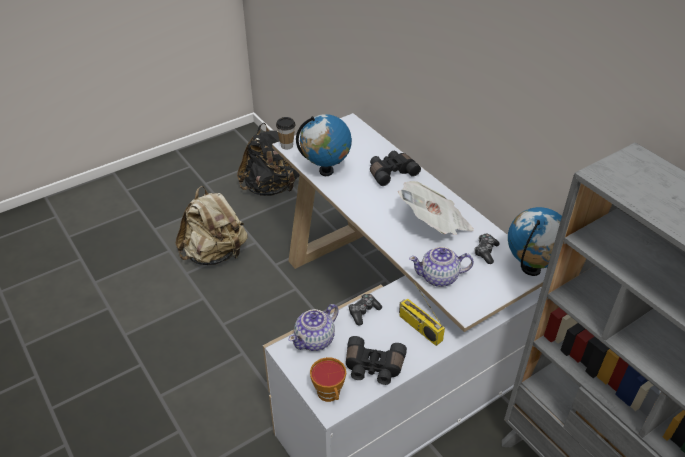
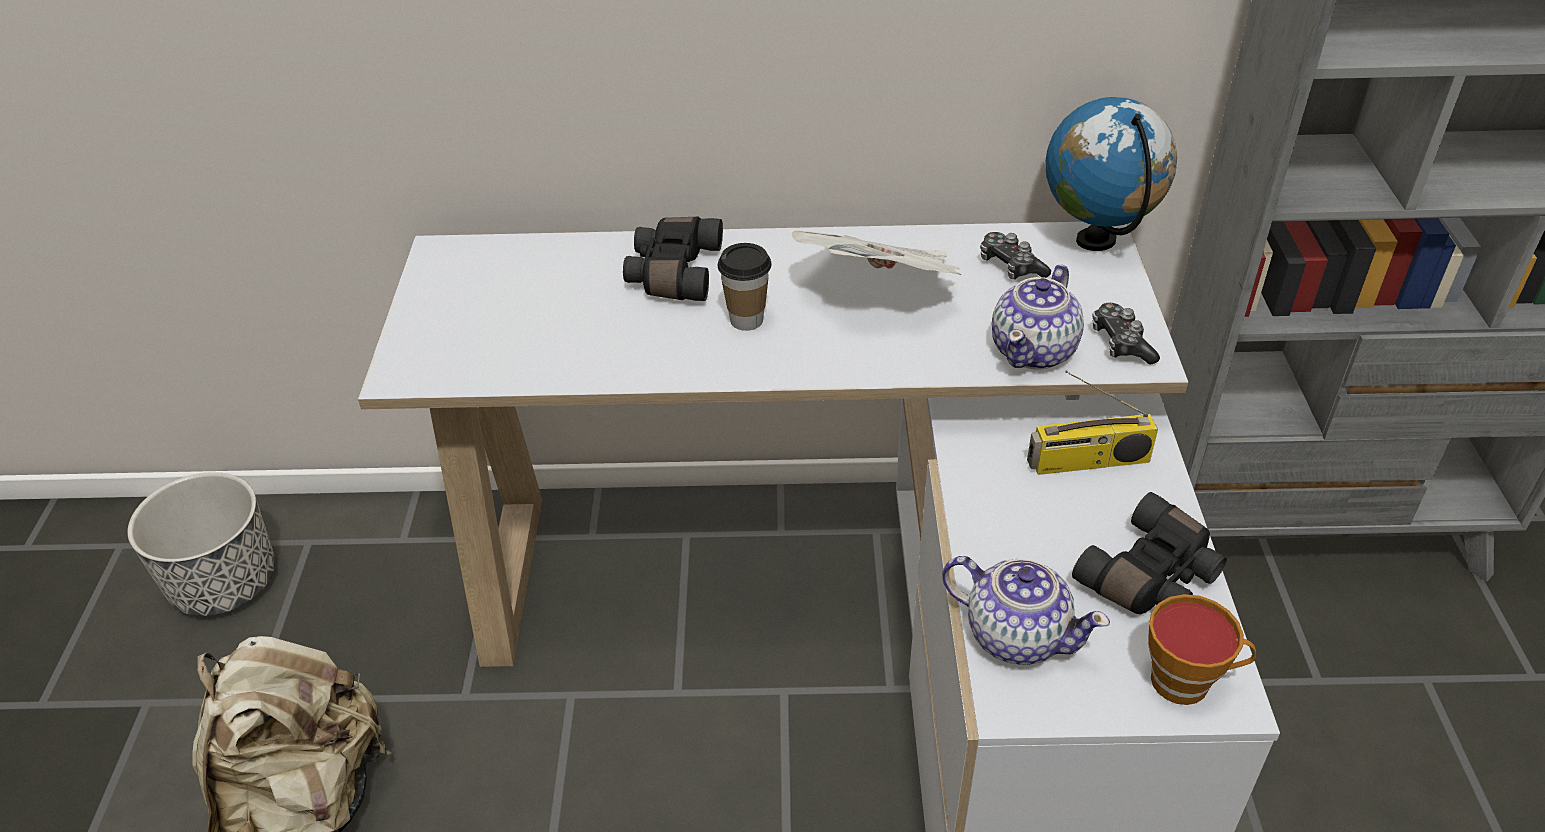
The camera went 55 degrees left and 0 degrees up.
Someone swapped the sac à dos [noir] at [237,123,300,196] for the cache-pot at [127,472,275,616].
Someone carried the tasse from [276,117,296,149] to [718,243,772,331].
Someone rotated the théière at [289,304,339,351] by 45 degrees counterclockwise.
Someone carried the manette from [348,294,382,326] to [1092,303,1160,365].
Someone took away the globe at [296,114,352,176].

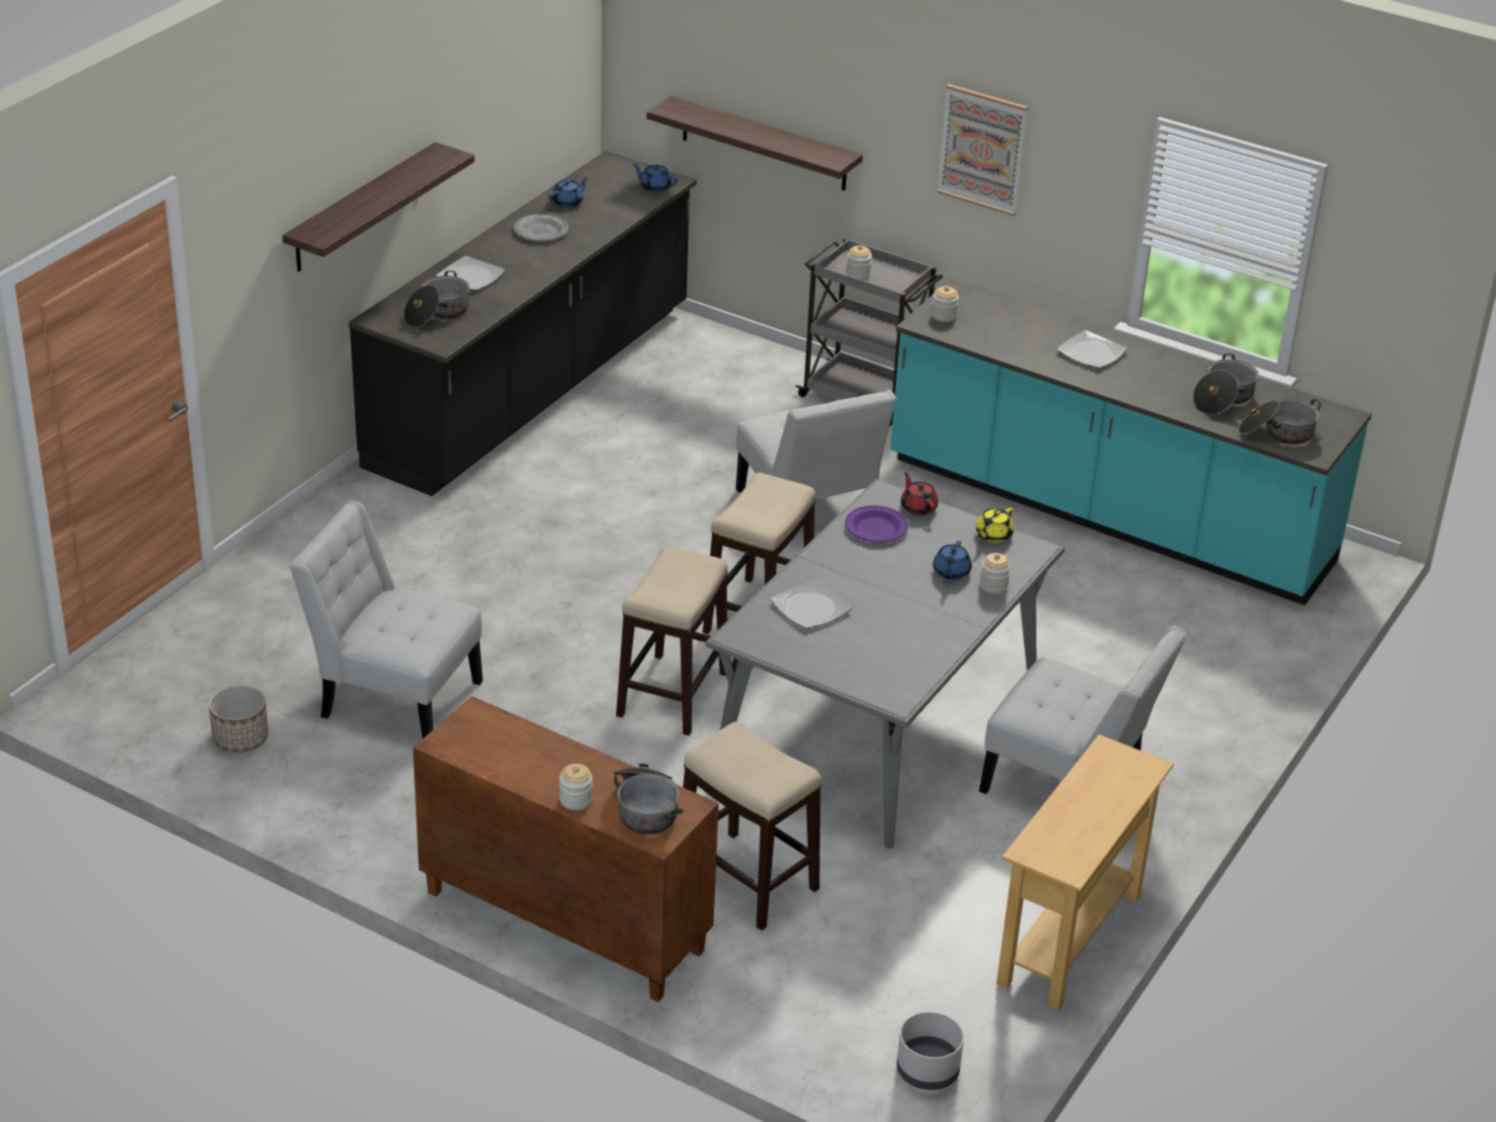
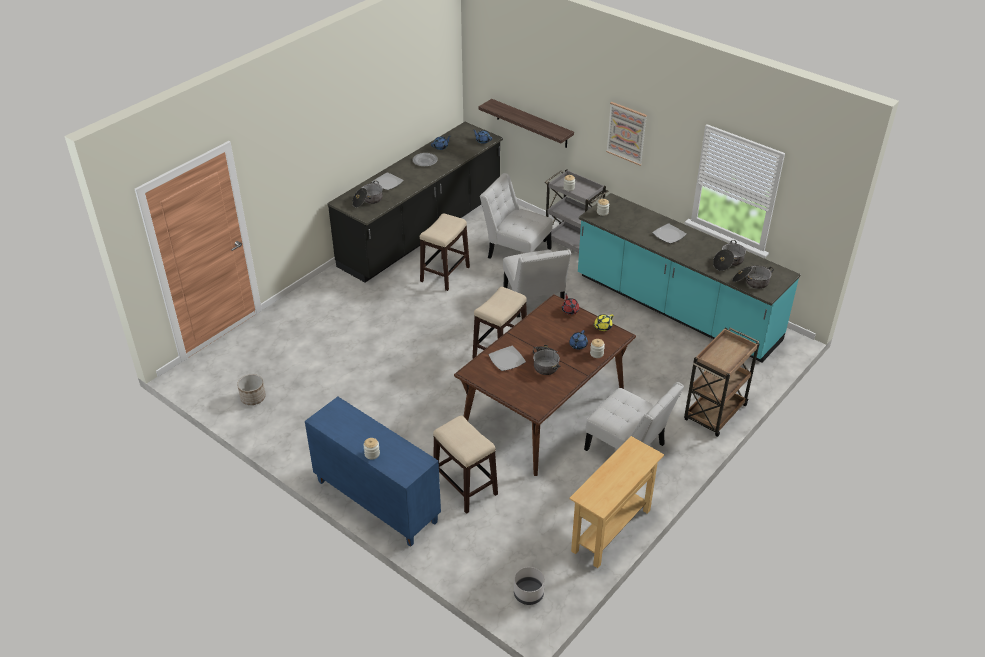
The camera went 10 degrees right and 5 degrees up.
Someone repainted the meuble de rangement [marron] at [413,696,719,1002], which became the meuble de rangement [bleu] at [305,397,441,547].
Someone carried the tabouret from [616,547,728,736] to [420,213,470,291].
Someone repainted the table à manger [gris] at [705,479,1065,849], which became the table à manger [marron] at [454,294,636,476].
Someone carried the chaise [blanc] from [289,501,483,738] to [480,173,553,259].
Someone carried the marmite from [613,763,683,834] to [533,345,561,375].
Someone put down the chariot [marron] at [684,328,759,437].
Someone took away the étagère at [282,142,475,272].
Someone took away the assiette [violet] at [845,506,908,543].

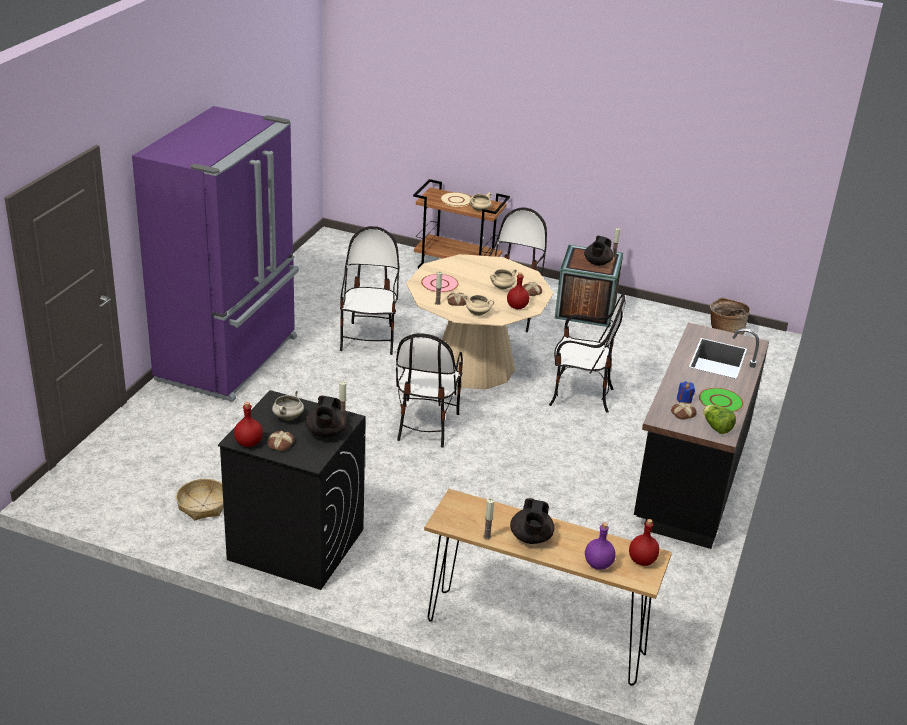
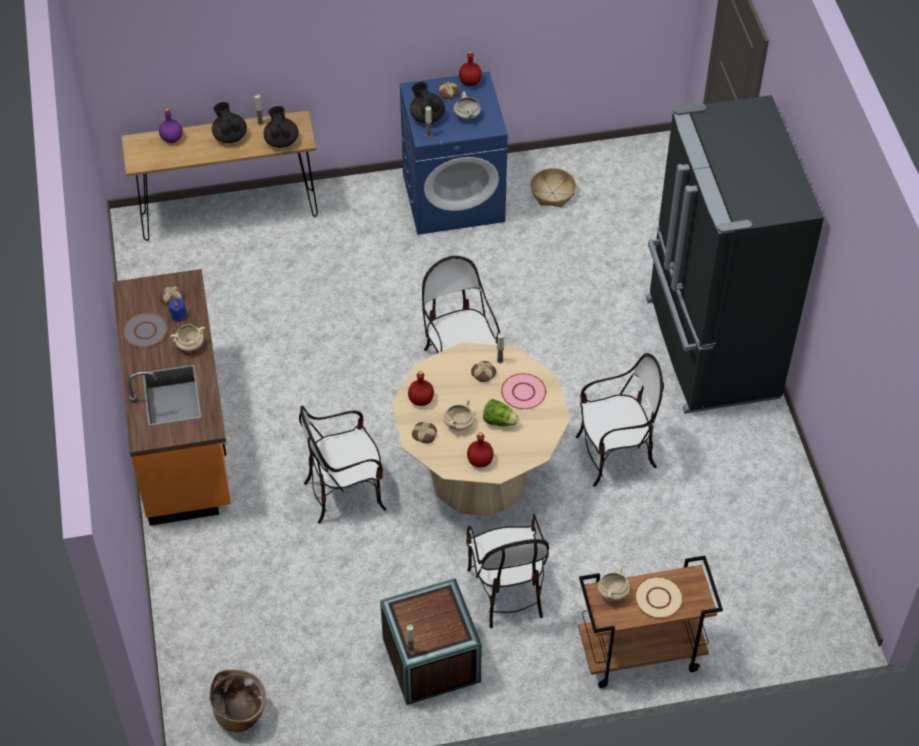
The camera went 150 degrees right and 20 degrees up.
Someone repainted the comptoir de cuisine [noir] at [634,322,769,549], which became the comptoir de cuisine [orange] at [113,269,231,526].
Someone repainted the assiette [vert] at [699,388,743,412], which became the assiette [gris] at [123,313,168,347].
Someone carried the marmite [beige] from [464,294,494,316] to [170,324,205,351].
Someone carried the théière [noir] from [584,236,613,266] to [264,106,299,148].
Someone repainted the lave-linge [noir] at [218,390,366,590], which became the lave-linge [bleu] at [399,72,508,235].
Someone carried the bouteille [rouge] from [629,519,659,566] to [467,432,494,467].
Someone carried the laitue from [703,405,736,434] to [483,399,519,426].
Someone rotated the chaise at [340,226,399,355] by 75 degrees counterclockwise.
Someone repainted the réfrigérateur [violet] at [132,106,299,402], which became the réfrigérateur [noir] at [646,95,824,414].

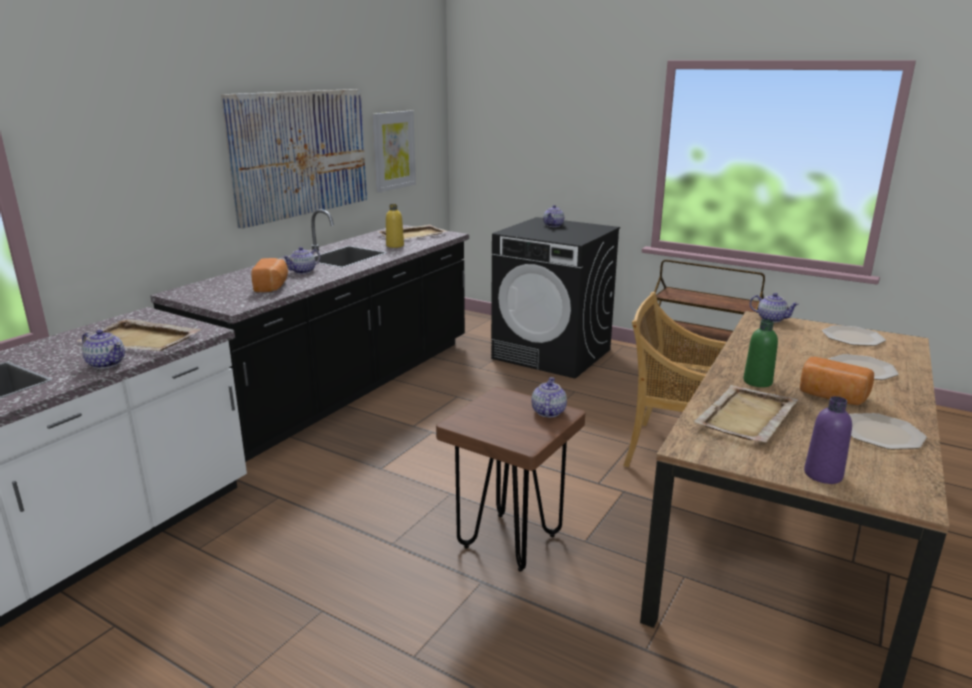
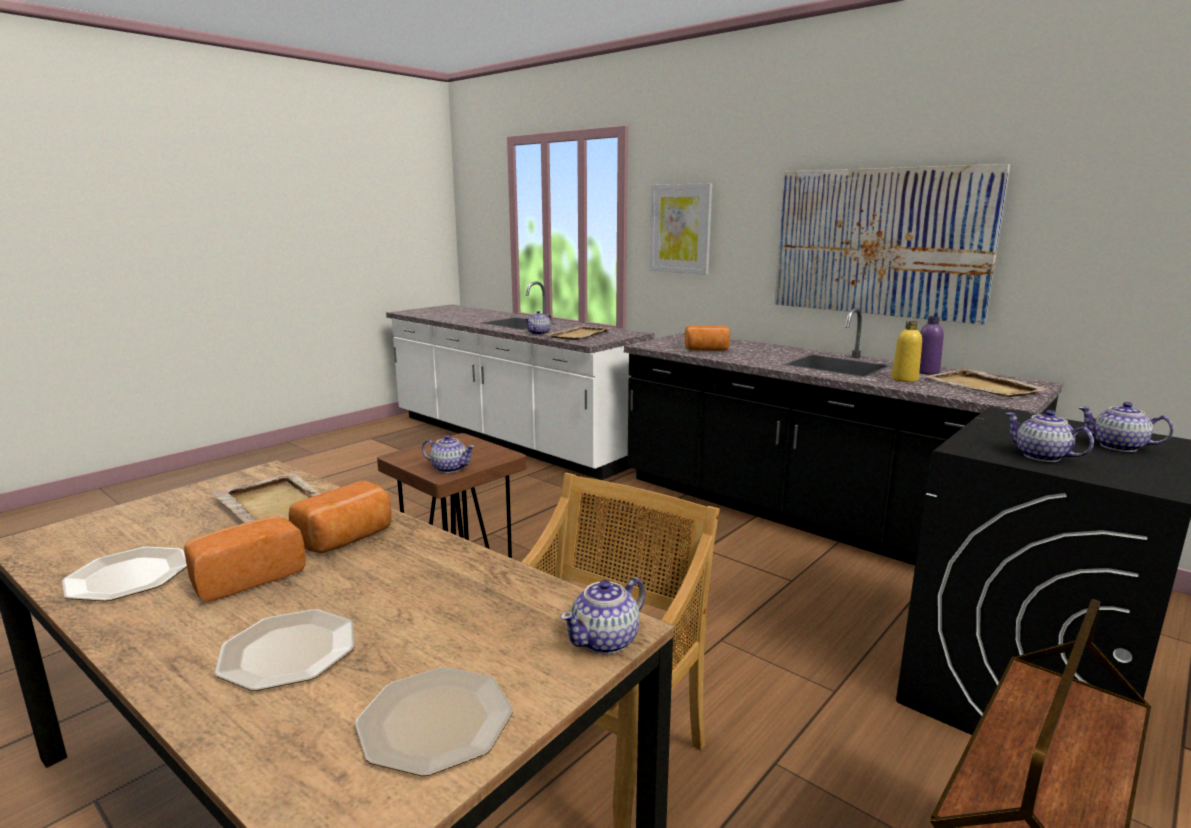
The camera went 100 degrees right and 5 degrees down.
Someone swapped the bouteille [vert] at [743,319,778,387] for the pain at [289,480,391,554].
Someone carried the tableau from [372,111,416,193] to [650,183,712,275].
Someone carried the bouteille [violet] from [804,396,852,484] to [919,316,944,375].
Someone carried the théière from [283,247,320,274] to [1005,410,1094,462].

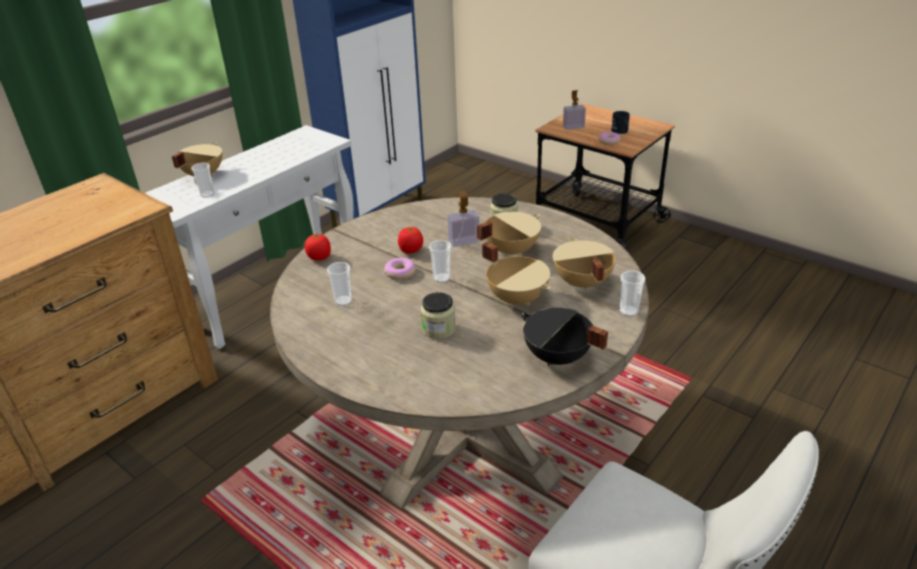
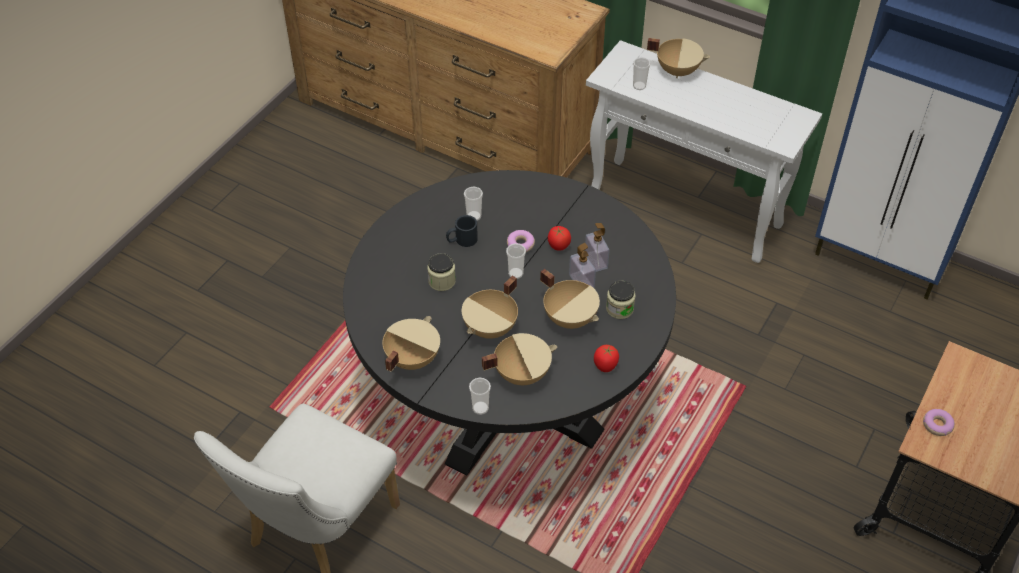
The camera went 80 degrees right and 15 degrees up.
Someone repainted the table à manger [beige] at [270,197,649,510], which became the table à manger [noir] at [343,170,676,476].
Someone repainted the marmite [noir] at [520,308,608,366], which became the marmite [beige] at [382,316,440,372].
Someone carried the mug [noir] from [612,111,630,134] to [446,215,478,247].
Someone carried the distributeur de savon from [563,90,586,130] to [585,223,609,272].
Someone carried the tomate from [305,233,331,261] to [594,345,619,372].

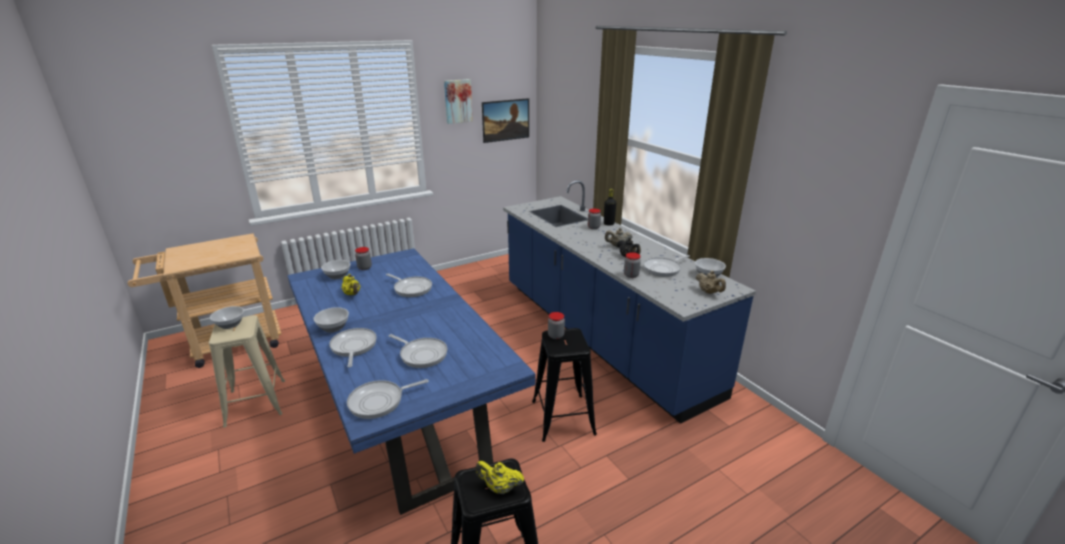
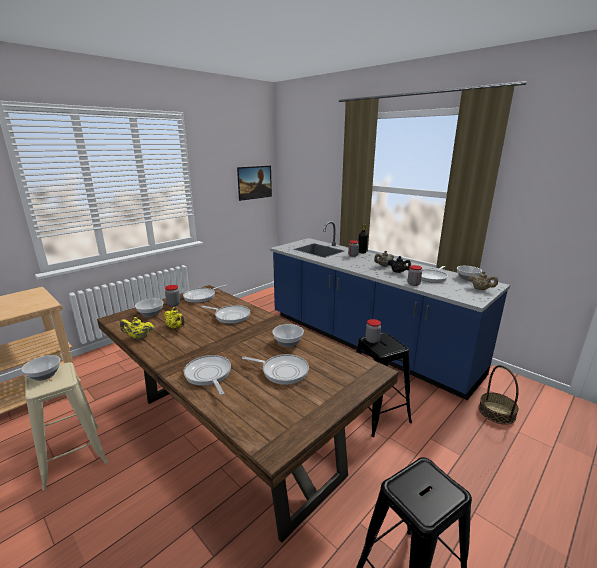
The camera went 15 degrees left and 5 degrees down.
Someone repainted the table à manger [bleu] at [287,248,536,515], which became the table à manger [marron] at [97,285,399,543].
Someone carried the théière [jaune] from [475,461,524,494] to [120,317,154,340].
Someone carried the poêle from [347,379,429,419] to [183,285,228,303].
Someone carried the bol from [314,307,349,333] to [272,324,304,347].
Someone put down the panier at [479,365,519,425].
Someone took away the tableau at [444,79,473,124].

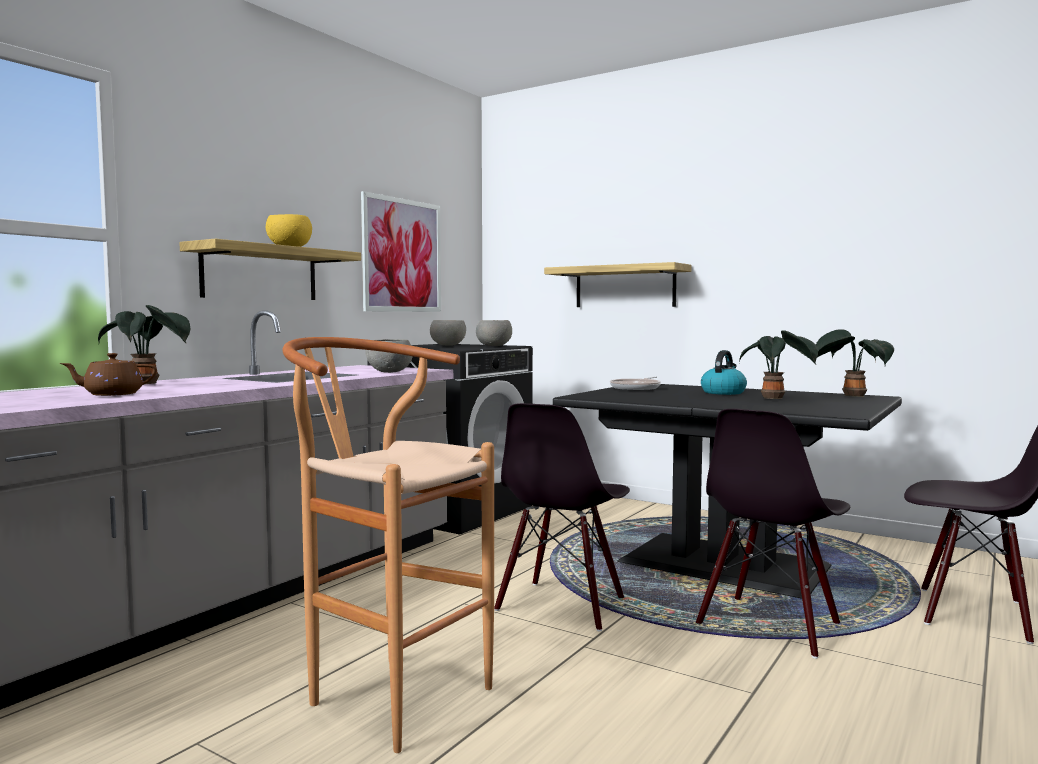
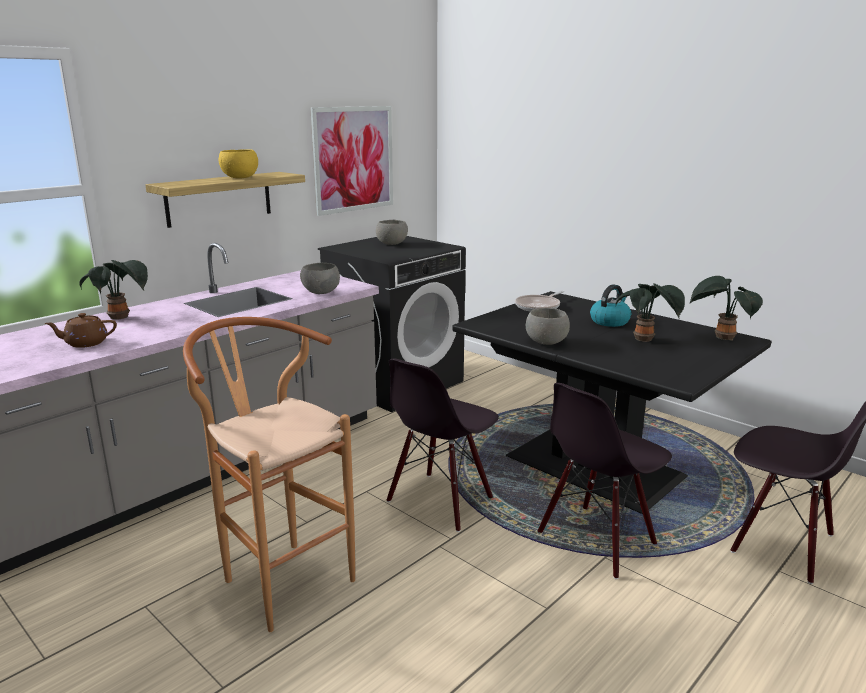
The camera went 10 degrees right and 15 degrees up.
Someone carried the bol [gris] from [476,320,512,346] to [526,308,570,345].
Someone took away the étagère at [544,262,691,307].

